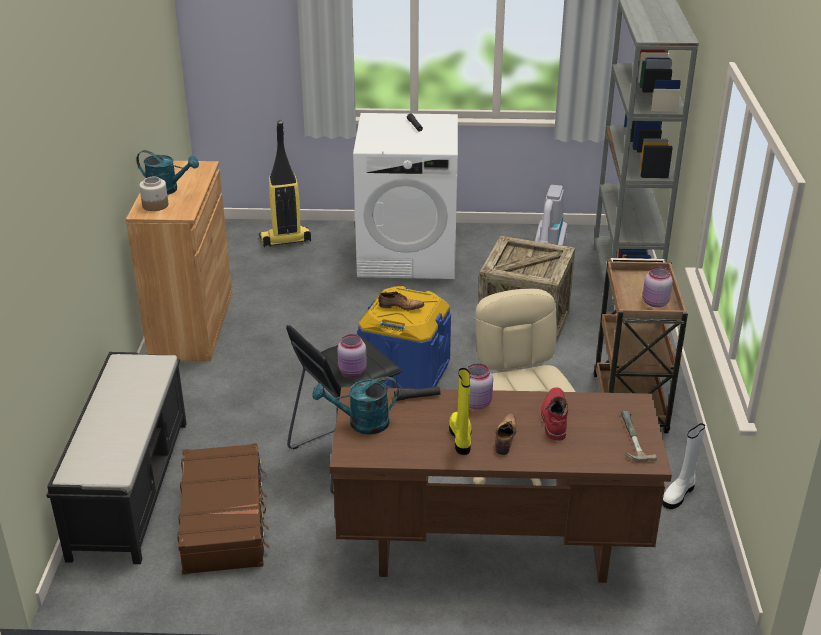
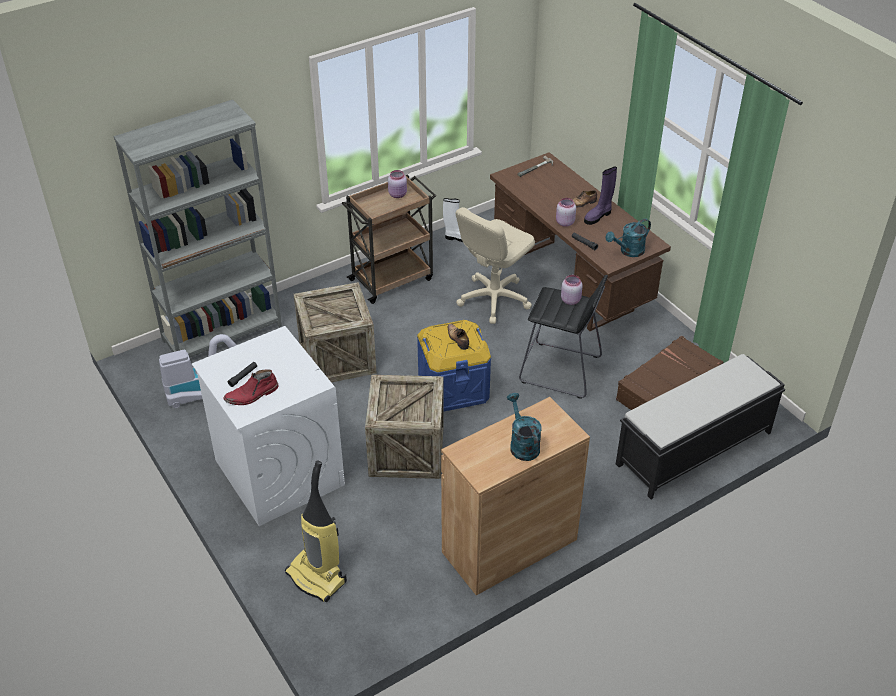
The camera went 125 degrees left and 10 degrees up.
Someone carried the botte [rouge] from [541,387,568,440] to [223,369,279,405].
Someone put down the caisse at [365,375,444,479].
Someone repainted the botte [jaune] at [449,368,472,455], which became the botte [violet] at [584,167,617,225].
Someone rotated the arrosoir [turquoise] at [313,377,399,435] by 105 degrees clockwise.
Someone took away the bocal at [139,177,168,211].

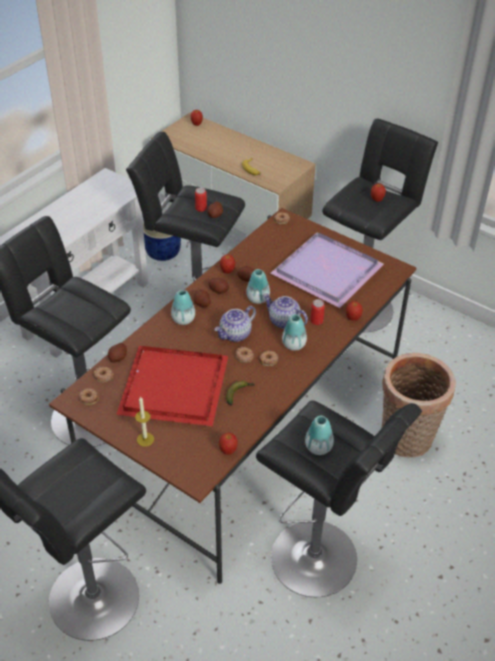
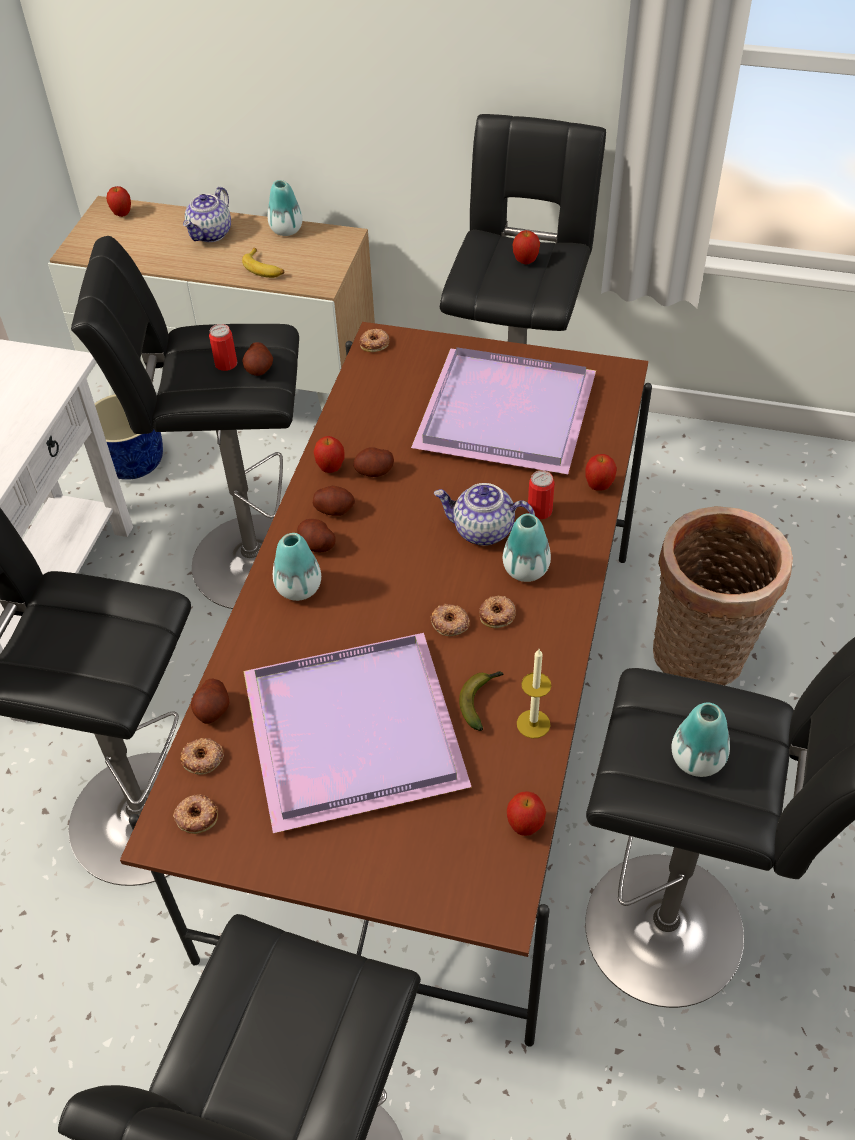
The camera went 20 degrees left and 5 degrees up.
Someone carried the théière from [214,306,256,342] to [183,187,231,242].
Someone repainted the plateau [rouge] at [116,346,228,426], which became the plateau [violet] at [243,633,471,833].
Someone carried the vase from [246,269,270,304] to [268,180,302,236].
Someone carried the bougie from [135,396,154,447] to [517,649,551,738].

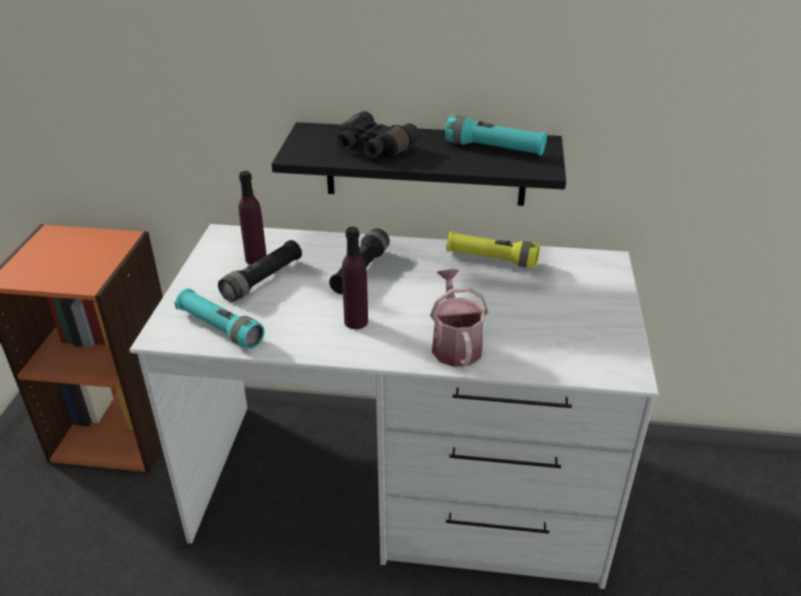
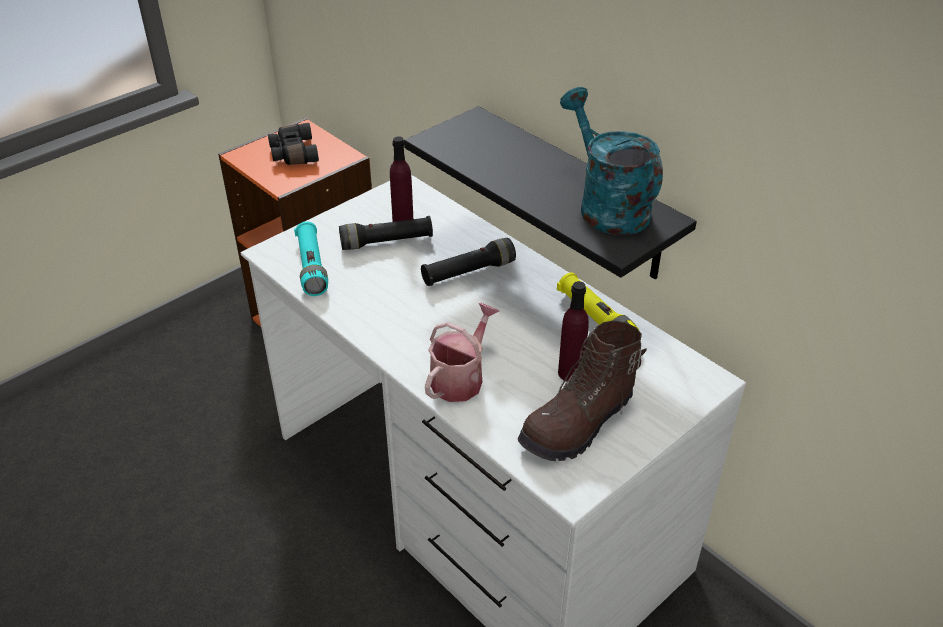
The camera went 40 degrees right and 5 degrees up.
Someone carried the jumelles [noir] from [337,111,420,158] to [268,123,319,165].
Someone put down the botte [marron] at [518,321,647,461].
Someone carried the bouteille [violet] from [342,227,368,329] to [558,281,589,381].
Someone swapped the lampe de poche [turquoise] at [445,115,547,156] for the arrosoir [turquoise] at [560,87,663,235].

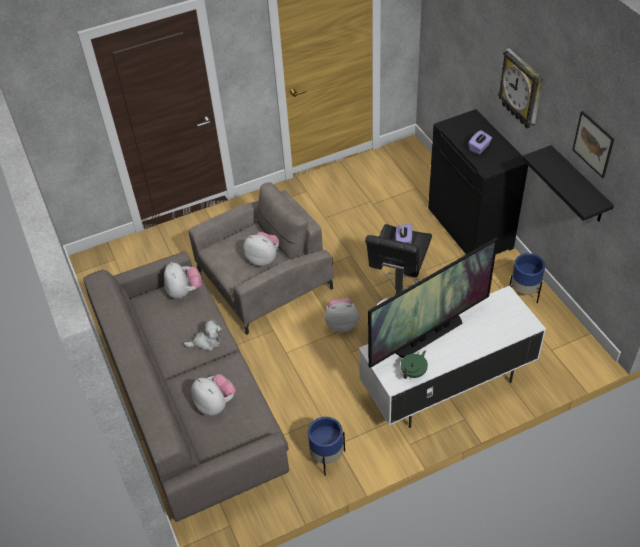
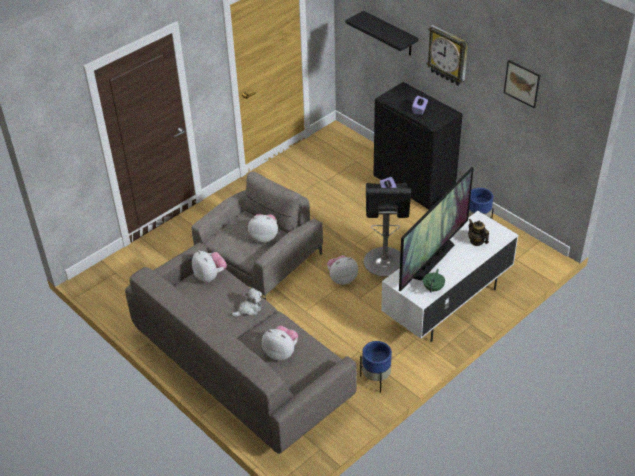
The camera went 20 degrees left and 5 degrees down.
Someone carried the étagère [noir] from [522,145,614,221] to [346,11,419,56].
Someone put down the théière at [468,219,489,246].

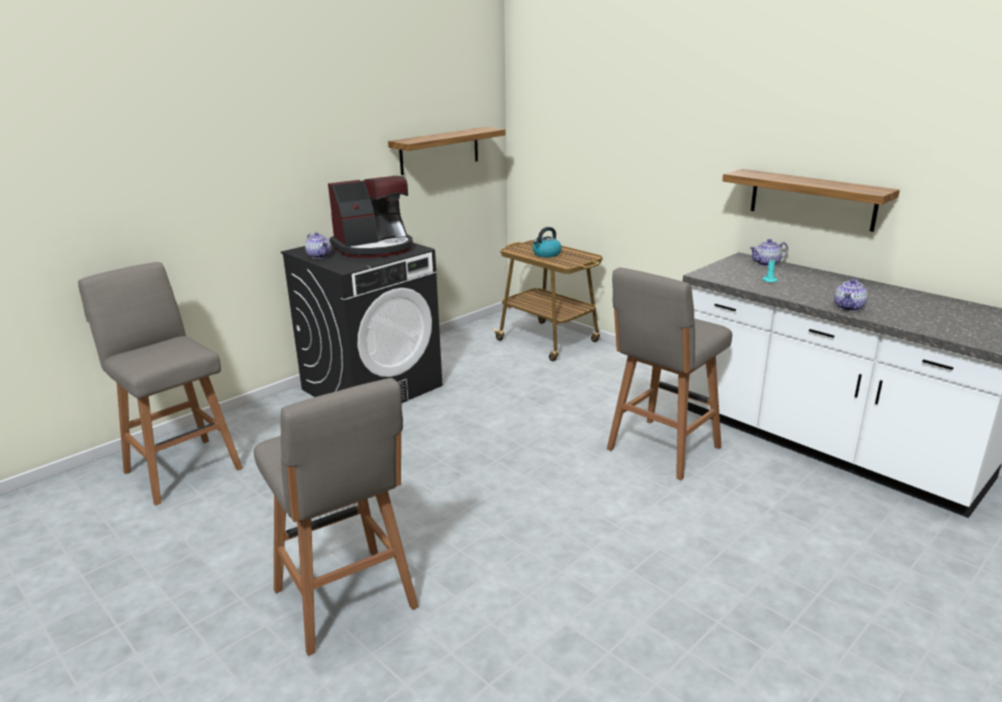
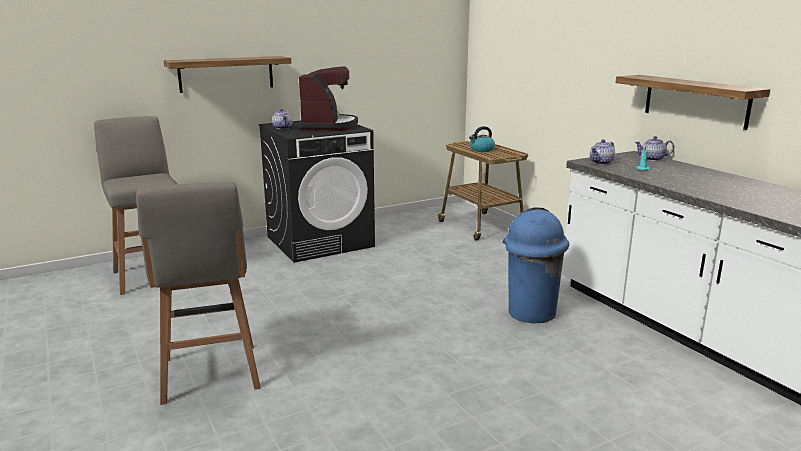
The camera went 15 degrees right and 5 degrees down.
Someone carried the étagère from [388,127,506,175] to [164,56,291,93].
Someone rotated the machine à café at [328,176,413,258] by 75 degrees counterclockwise.
Someone swapped the tabouret [gris] at [607,268,732,480] for the poubelle [bleu] at [503,207,569,323].
Someone carried the théière from [834,279,868,311] to [590,139,615,165].

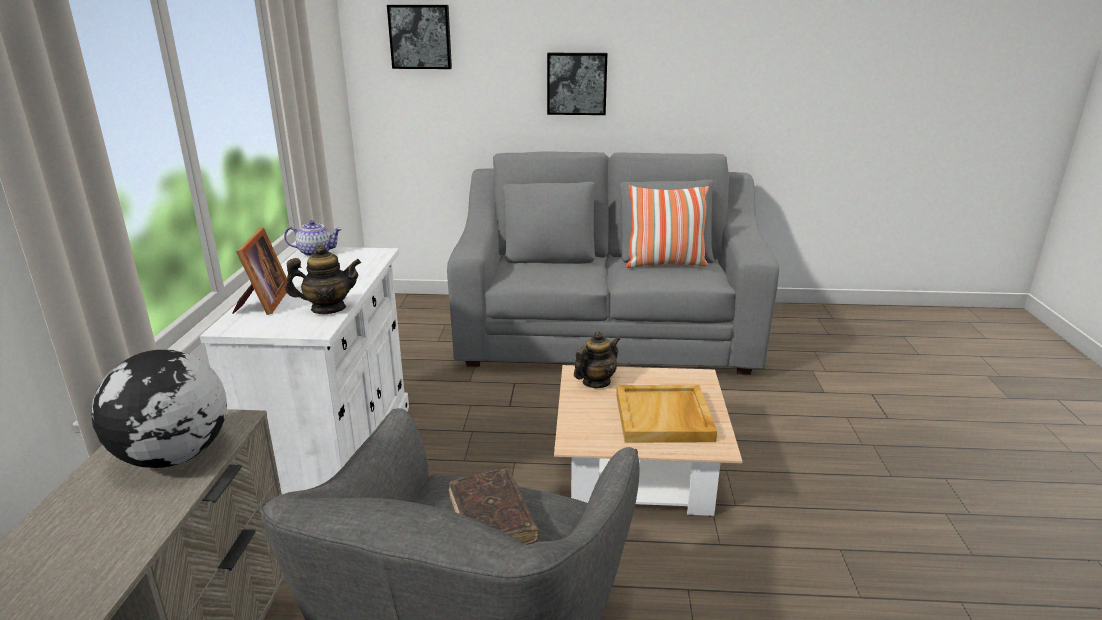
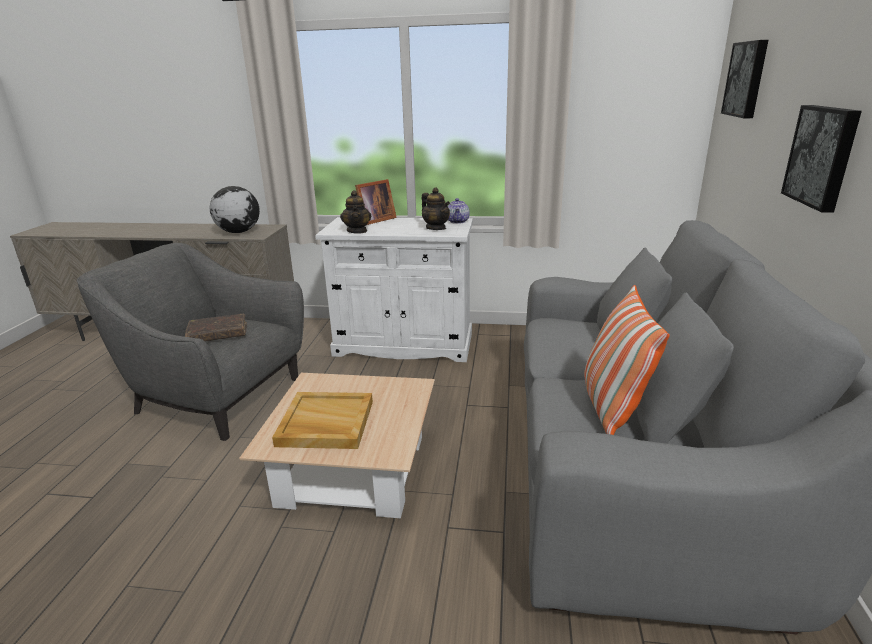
The camera went 95 degrees right and 0 degrees up.
Someone rotated the cadre photo at [233,228,288,315] by 45 degrees counterclockwise.
Someone carried the théière from [574,331,620,388] to [421,188,450,230].

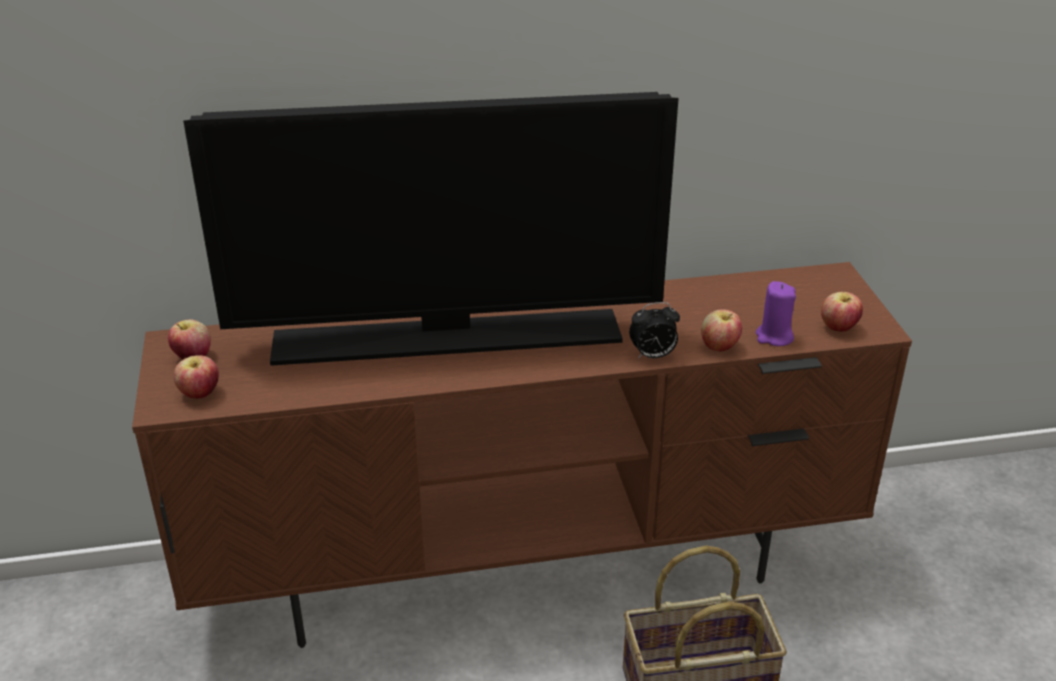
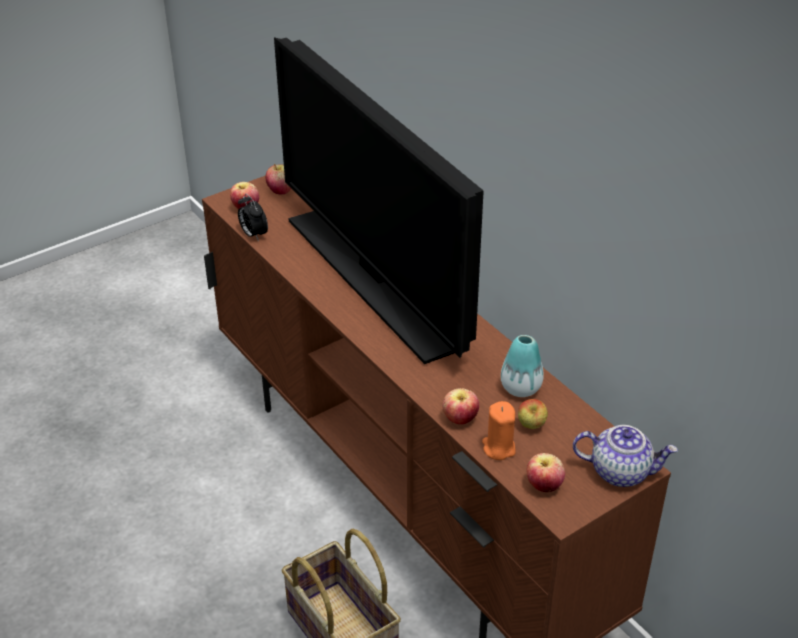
The camera went 65 degrees right and 5 degrees up.
Someone carried the réveil from [629,302,680,359] to [238,194,268,241].
Someone repainted the bougie [violet] at [755,281,796,346], which became the bougie [orange] at [482,401,516,460].
Someone put down the vase at [501,335,544,397].
Someone put down the pomme at [518,399,548,429].
Someone put down the théière at [573,425,678,487].

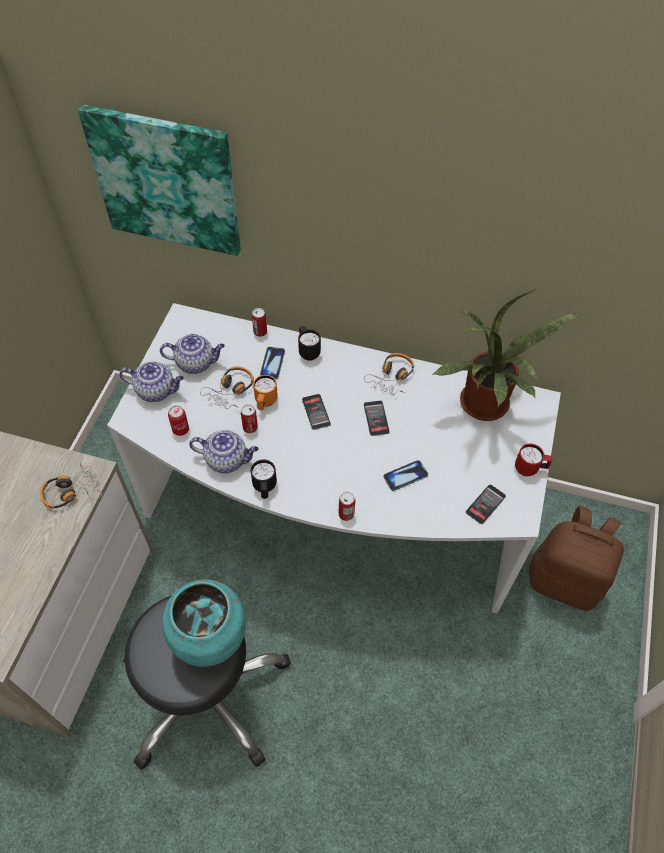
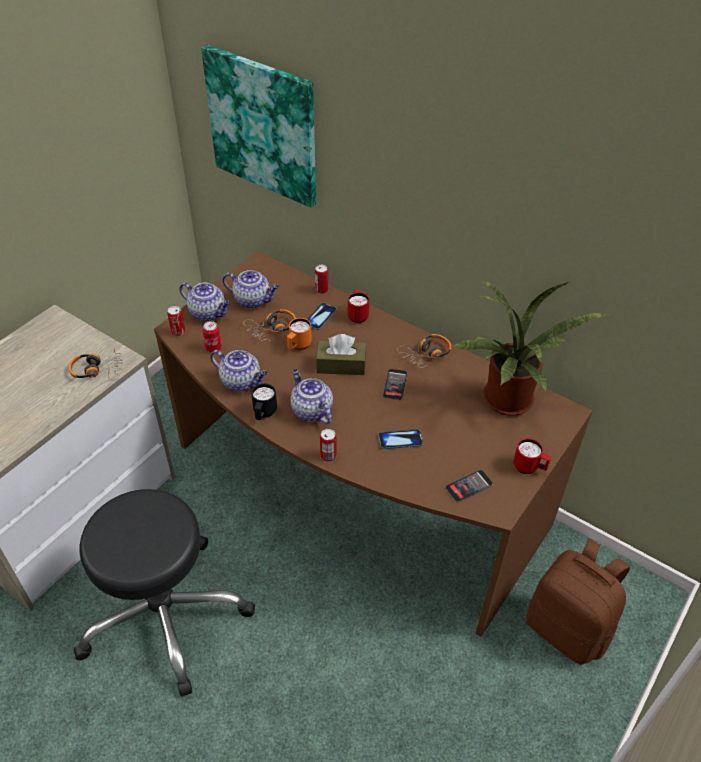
The camera went 20 degrees right and 10 degrees down.
Someone repainted the bureau [blanc] at [107,303,561,614], which became the bureau [marron] at [154,251,593,637].
Someone carried the boîte métallique from [241,404,258,433] to [167,306,185,336].
Someone put down the théière at [290,369,333,424].
Someone swapped the téléphone at [302,394,331,430] for the boîte à mouchoirs [marron] at [316,334,366,375].
Someone repainted the mug [noir] at [298,326,321,361], which became the mug [rouge] at [348,289,369,323].
Someone took away the vase [turquoise] at [162,579,246,667].

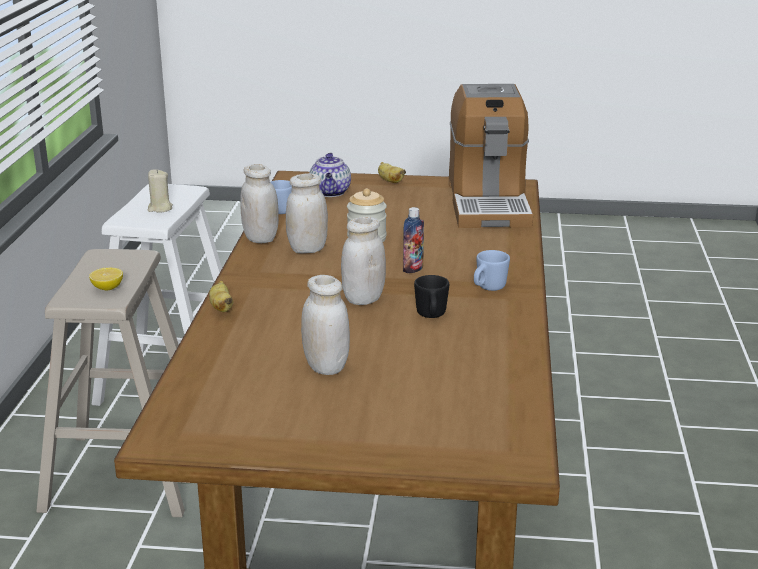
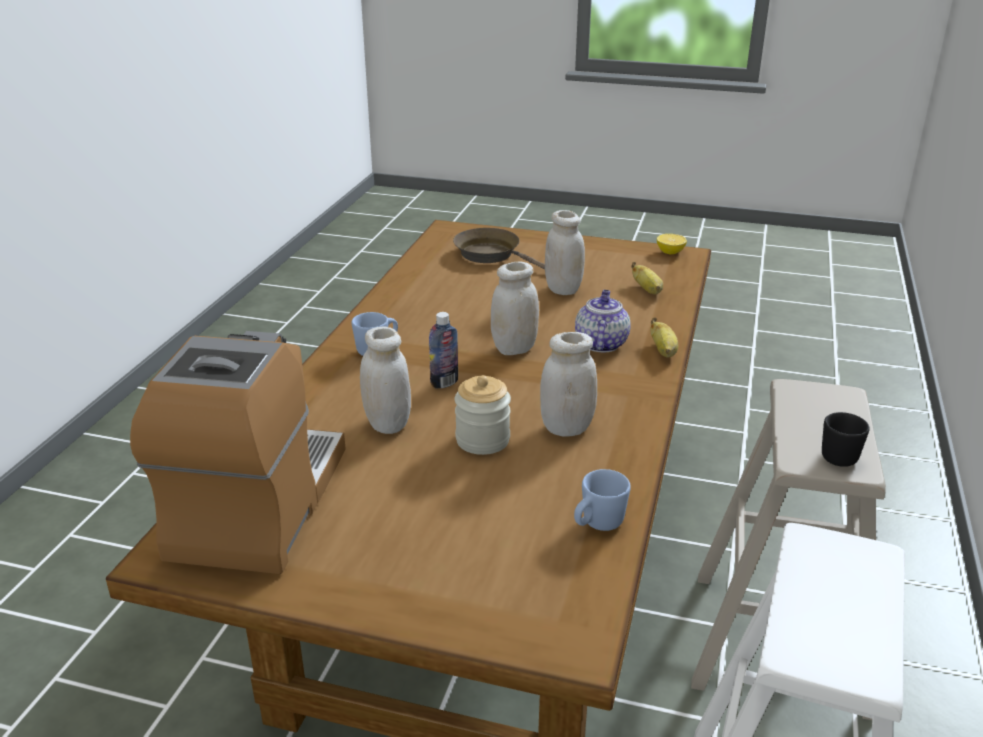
The camera went 170 degrees left and 5 degrees up.
Someone carried the bocal [blanc] from [240,164,279,243] to [360,326,411,434].
Someone put down the poêle [marron] at [453,228,545,270].
Someone carried the théière from [309,153,351,197] to [575,290,631,352].
Someone carried the banane from [378,162,406,183] to [631,262,663,294].
Someone carried the citron from [89,268,123,290] to [657,234,687,254].
Someone carried the mug [noir] from [414,275,449,318] to [822,412,870,467].
Someone took away the bougie [beige] at [148,169,173,212].

